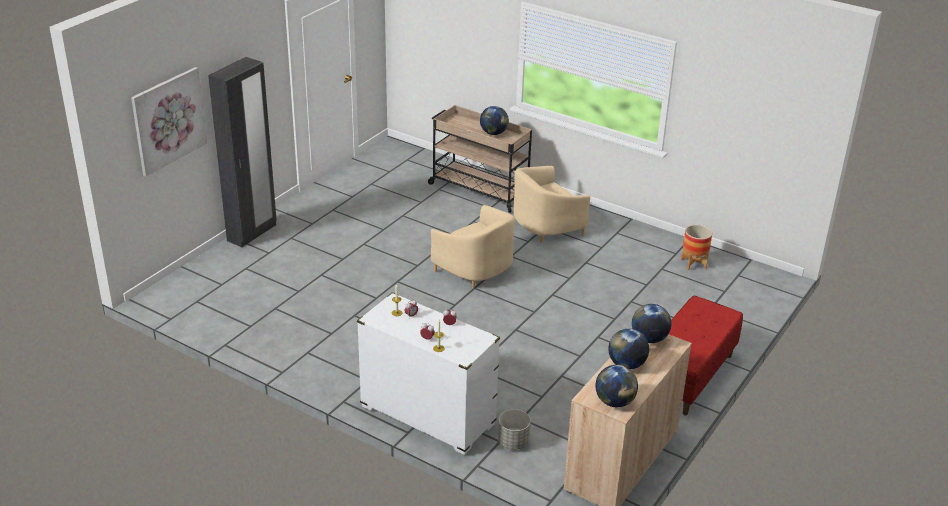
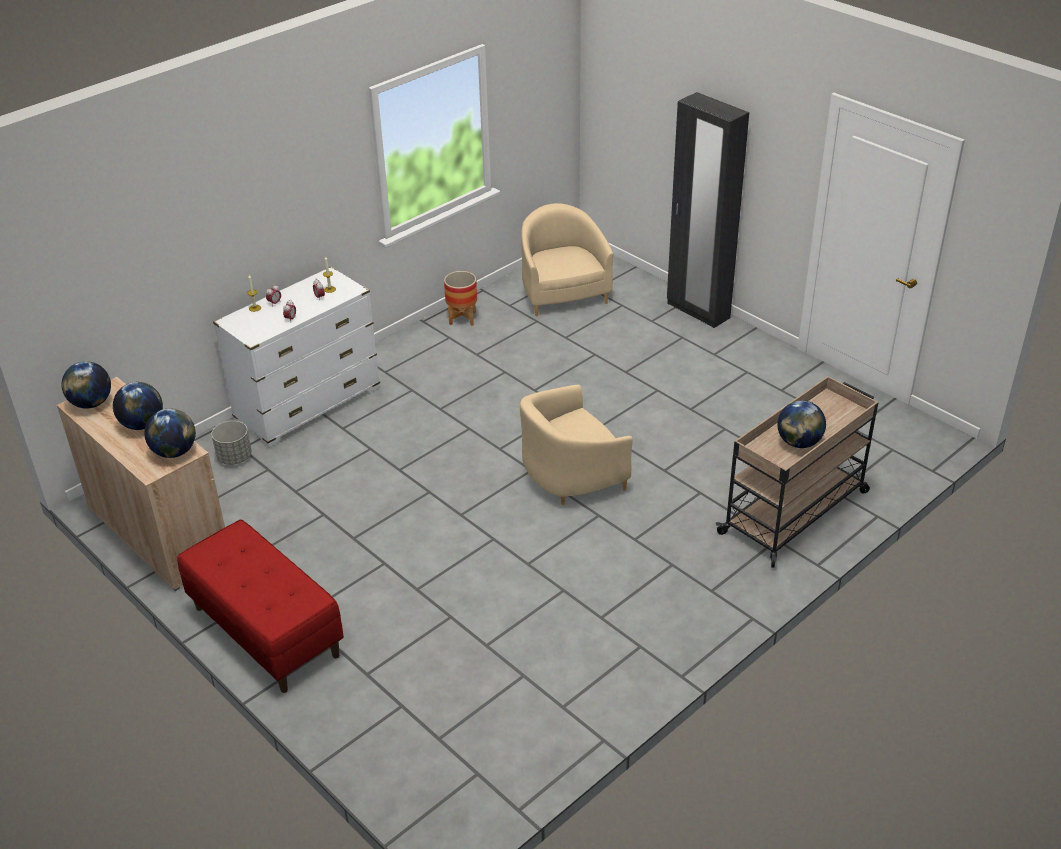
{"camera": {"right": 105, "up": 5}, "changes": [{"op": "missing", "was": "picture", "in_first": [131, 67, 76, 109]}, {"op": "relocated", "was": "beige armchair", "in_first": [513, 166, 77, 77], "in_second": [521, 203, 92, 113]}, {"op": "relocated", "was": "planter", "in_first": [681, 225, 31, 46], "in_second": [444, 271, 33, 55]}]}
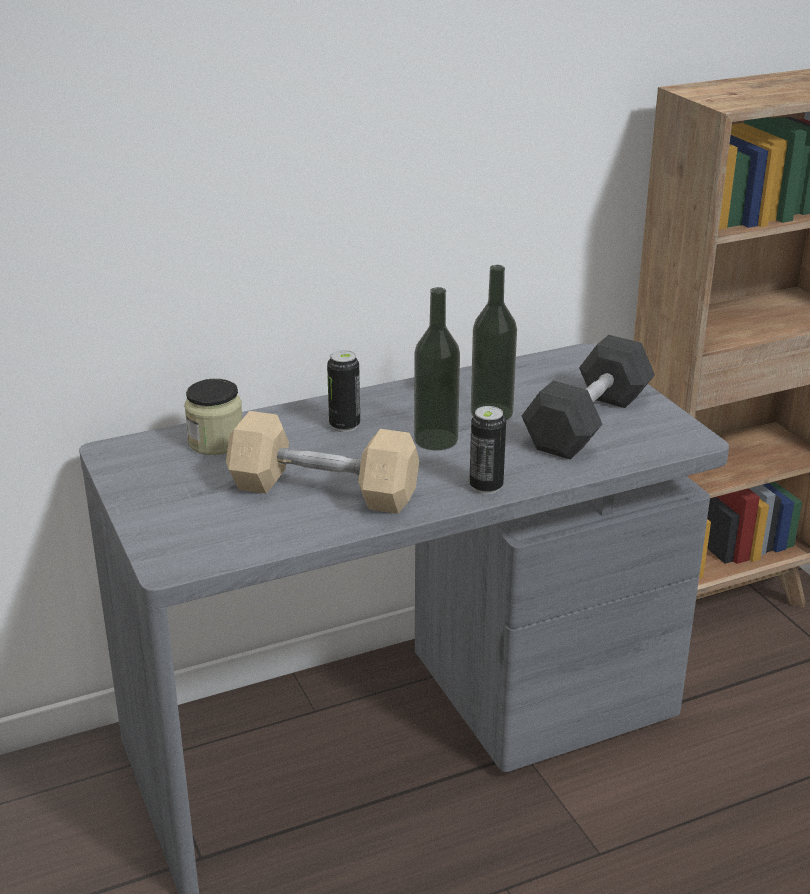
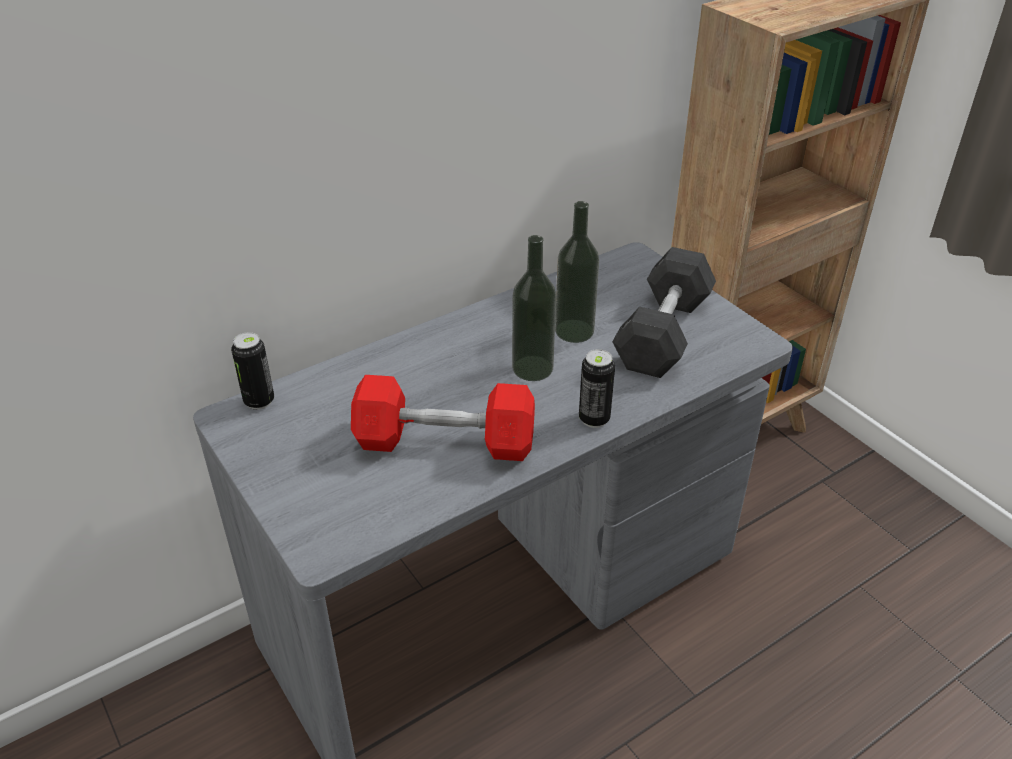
{"camera": {"right": -10, "up": 10}, "changes": [{"op": "missing", "was": "jar", "in_first": [184, 379, 58, 76]}, {"op": "relocated", "was": "can", "in_first": [327, 350, 33, 82], "in_second": [231, 332, 43, 78]}, {"op": "colour", "was": "beige dumbbell", "now": "red dumbbell", "in_first": [226, 411, 193, 103], "in_second": [351, 375, 184, 86]}]}
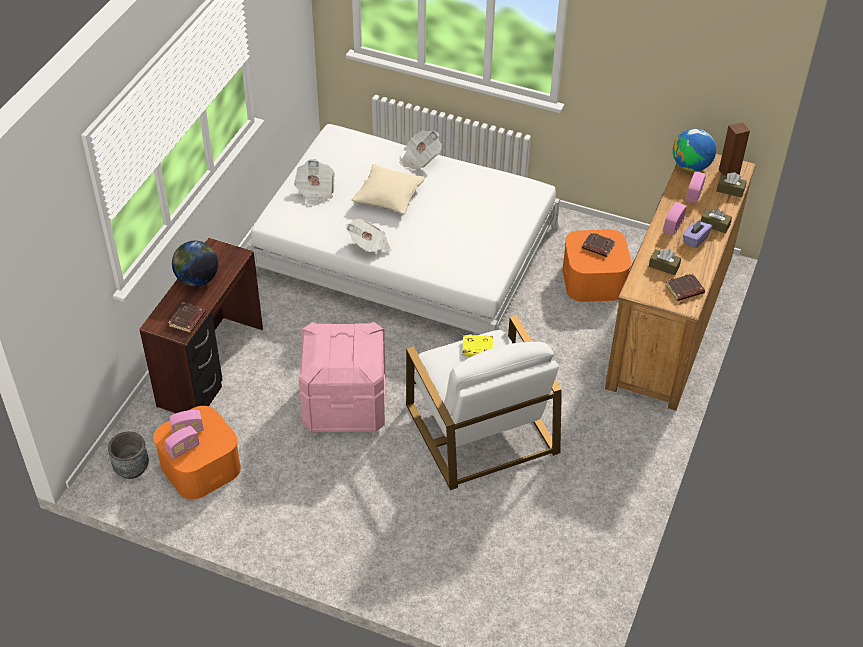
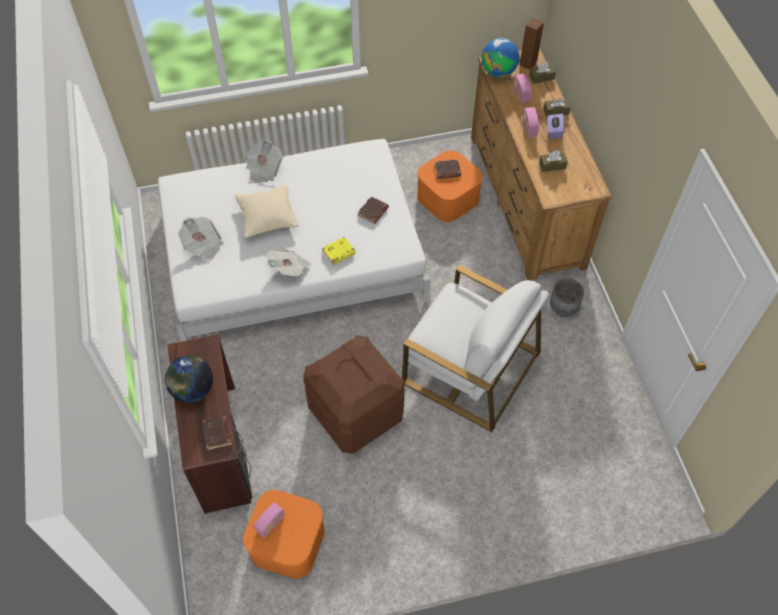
{"camera": {"right": -35, "up": 10}, "changes": [{"op": "missing", "was": "radio", "in_first": [165, 426, 34, 33]}, {"op": "relocated", "was": "grey planter", "in_first": [108, 432, 41, 47], "in_second": [550, 278, 34, 39]}, {"op": "relocated", "was": "yellow book", "in_first": [463, 335, 30, 21], "in_second": [322, 237, 34, 28]}, {"op": "relocated", "was": "brown book", "in_first": [665, 273, 40, 28], "in_second": [358, 196, 31, 28]}, {"op": "colour", "was": "pink storage box", "now": "brown storage box", "in_first": [298, 322, 87, 111], "in_second": [303, 335, 101, 119]}]}
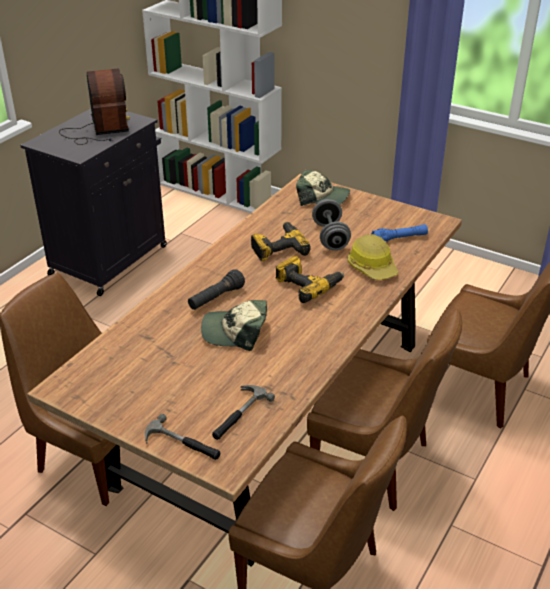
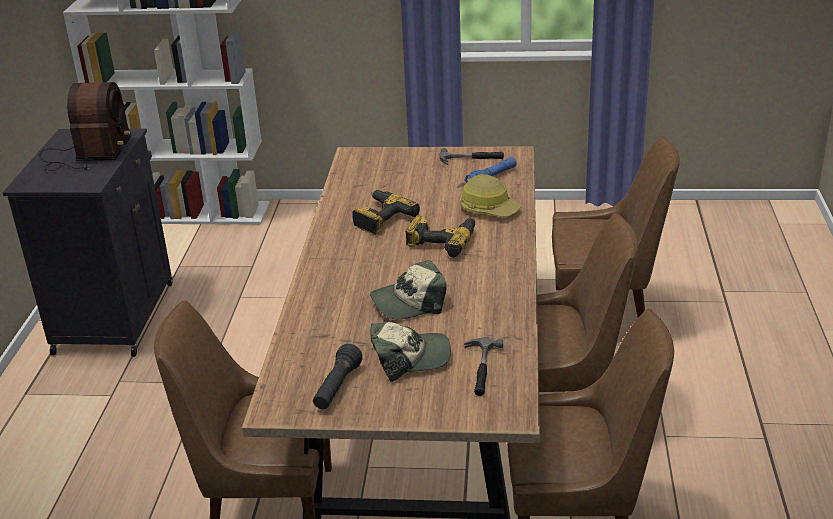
{"camera": {"right": -25, "up": -5}, "changes": [{"op": "missing", "was": "grey dumbbell", "in_first": [312, 199, 39, 52]}, {"op": "relocated", "was": "hammer", "in_first": [145, 414, 75, 46], "in_second": [440, 148, 64, 17]}, {"op": "relocated", "was": "black flashlight", "in_first": [188, 269, 57, 41], "in_second": [313, 344, 50, 65]}, {"op": "relocated", "was": "cap", "in_first": [296, 170, 54, 36], "in_second": [370, 322, 81, 60]}, {"op": "spun", "was": "radio", "in_first": [59, 68, 71, 77], "in_second": [39, 82, 93, 89], "clockwise": 45}]}
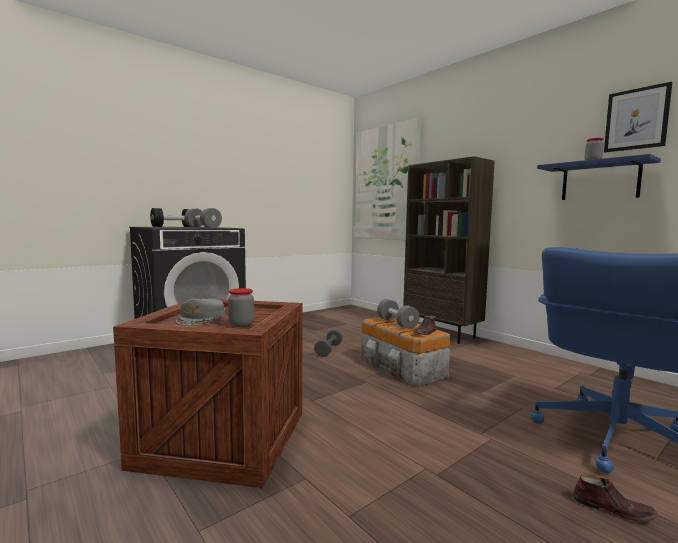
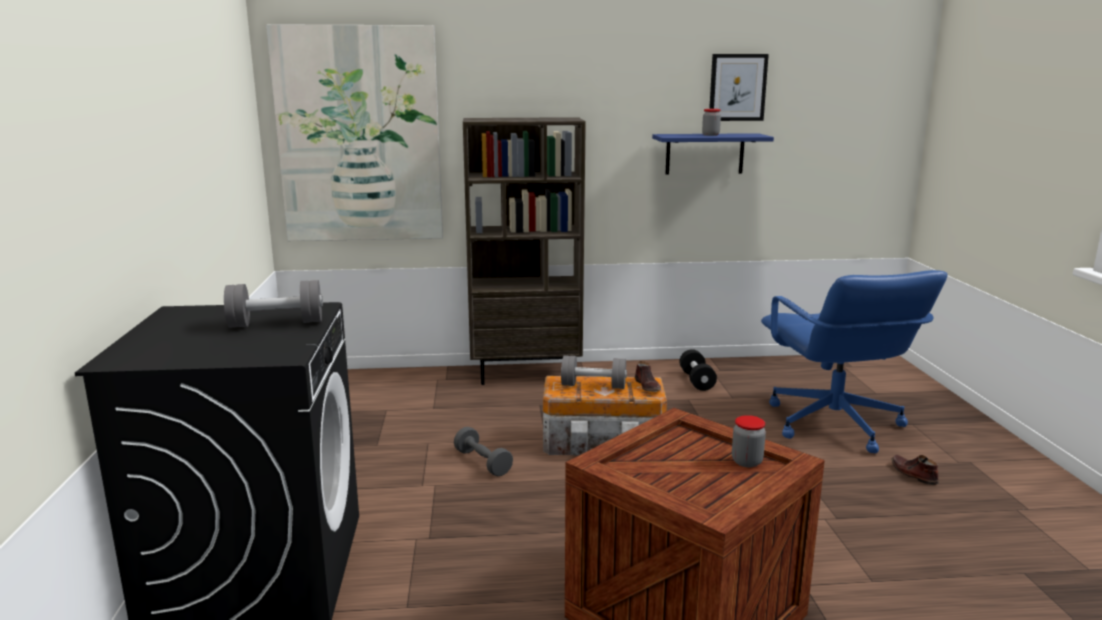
{"camera": {"right": -55, "up": 10}, "changes": [{"op": "missing", "was": "grey cap", "in_first": [176, 299, 49, 27]}, {"op": "relocated", "was": "black dumbbell", "in_first": [150, 208, 40, 19], "in_second": [679, 349, 38, 42]}, {"op": "spun", "was": "brown shoe", "in_first": [573, 474, 85, 47], "in_second": [892, 455, 46, 30], "clockwise": -90}]}
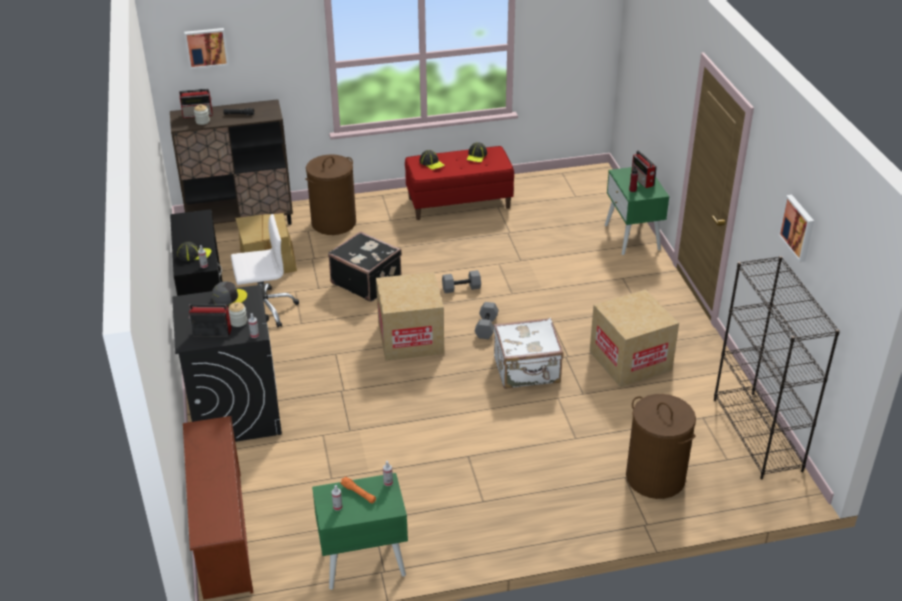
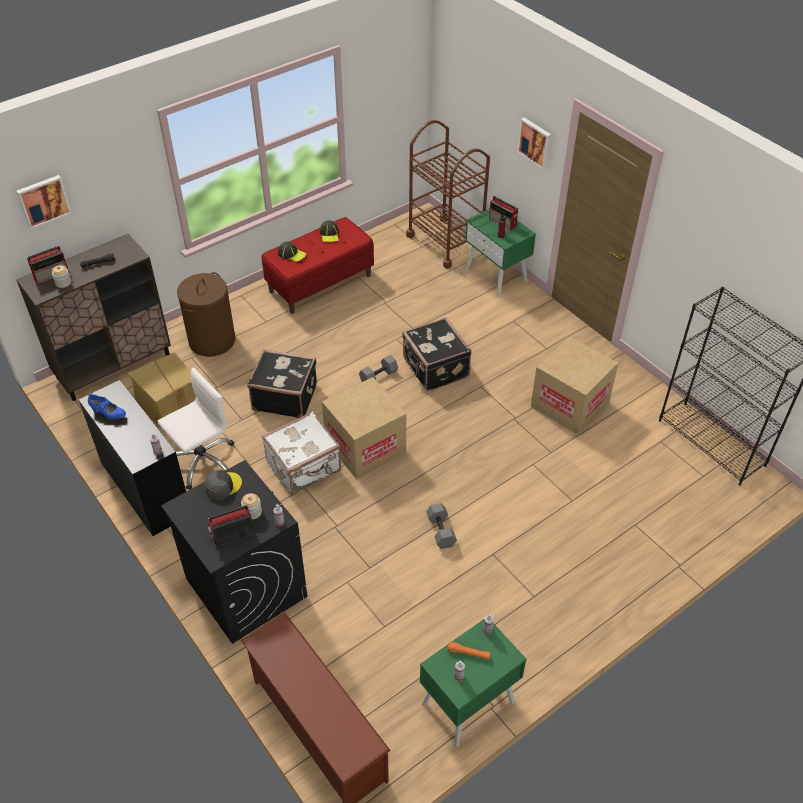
{"camera": {"right": -25, "up": 10}, "changes": [{"op": "missing", "was": "cap", "in_first": [177, 242, 34, 19]}, {"op": "missing", "was": "brown laundry basket", "in_first": [626, 394, 70, 105]}, {"op": "appeared", "now": "blue shoe", "in_second": [88, 394, 38, 25]}, {"op": "appeared", "now": "black suitcase", "in_second": [402, 317, 69, 74]}, {"op": "appeared", "now": "brown cart", "in_second": [406, 120, 84, 149]}, {"op": "relocated", "was": "grey dumbbell", "in_first": [475, 302, 24, 37], "in_second": [426, 503, 31, 46]}, {"op": "relocated", "was": "white suitcase", "in_first": [494, 318, 69, 71], "in_second": [262, 411, 79, 84]}, {"op": "relocated", "was": "picture", "in_first": [778, 195, 36, 67], "in_second": [517, 117, 34, 53]}]}
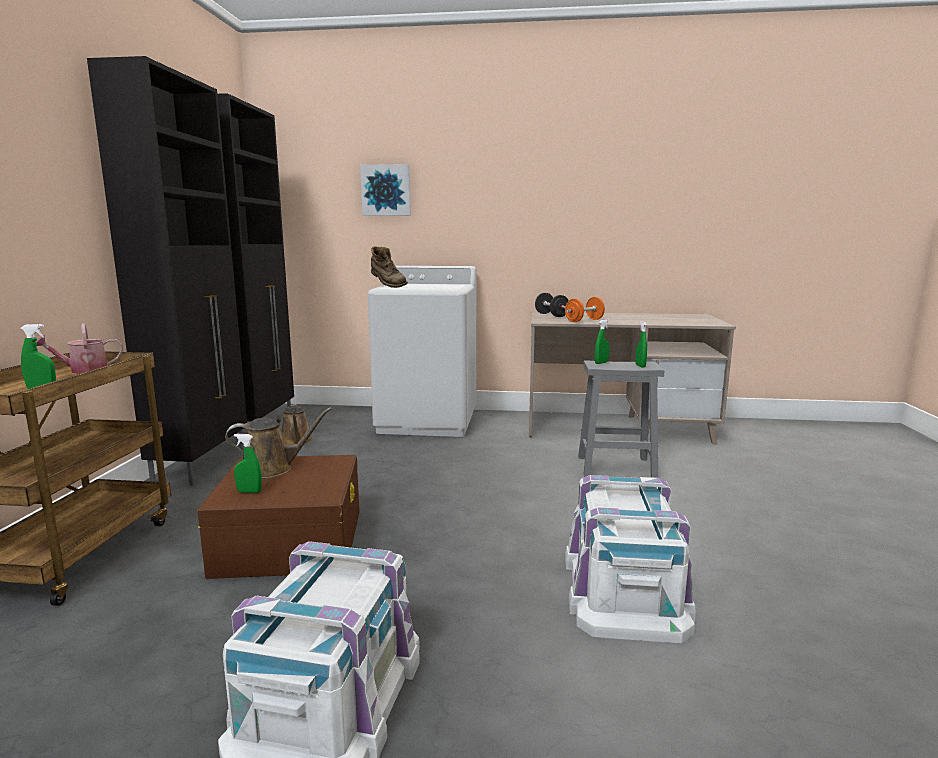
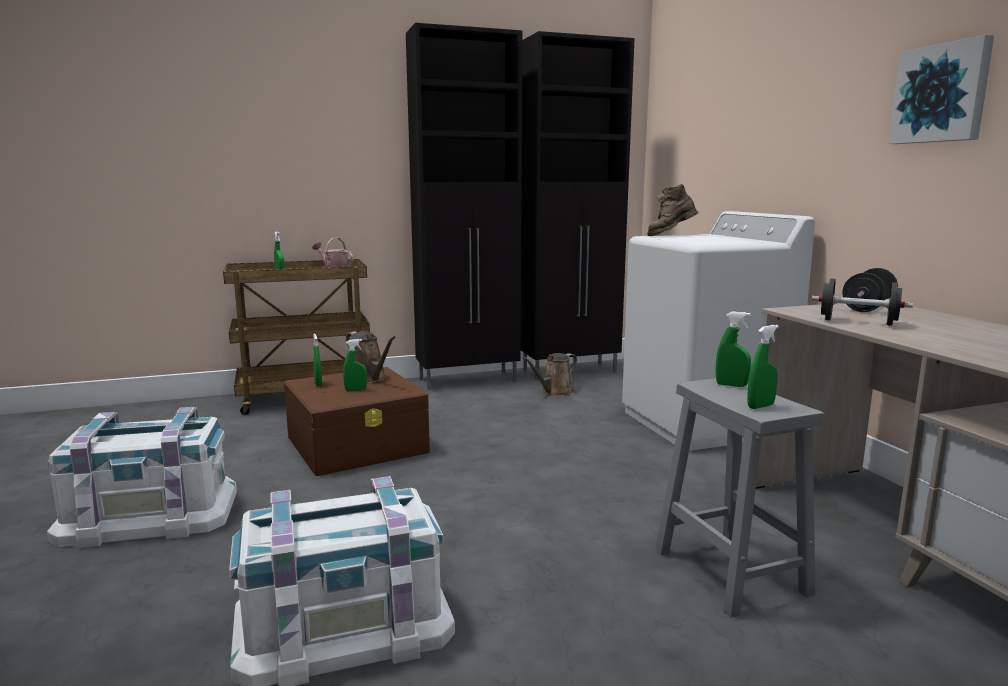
{"camera": {"right": 65, "up": 0}, "changes": [{"op": "appeared", "now": "green spray bottle", "in_second": [343, 339, 24, 52]}, {"op": "relocated", "was": "picture", "in_first": [360, 164, 51, 52], "in_second": [888, 35, 106, 109]}, {"op": "colour", "was": "orange dumbbell", "now": "black dumbbell", "in_first": [565, 297, 40, 25], "in_second": [812, 278, 101, 48]}, {"op": "spun", "was": "brown boot", "in_first": [371, 246, 37, 42], "in_second": [647, 184, 51, 52], "clockwise": 45}]}
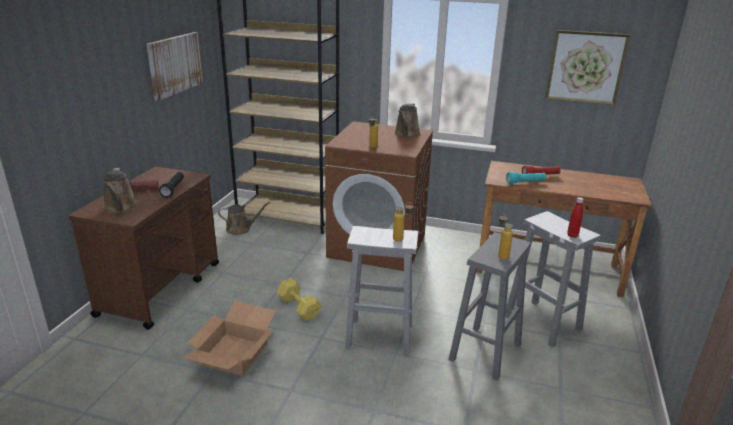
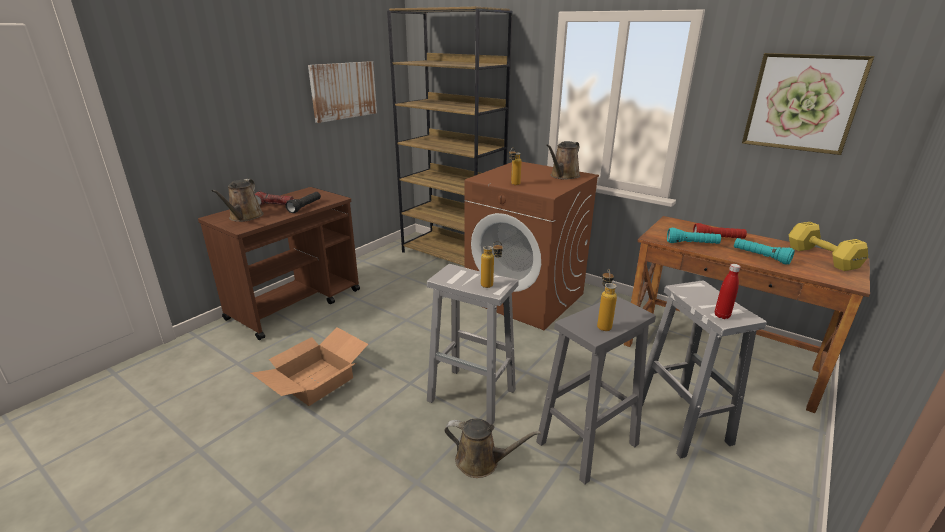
{"camera": {"right": 20, "up": 0}, "changes": [{"op": "appeared", "now": "turquoise flashlight", "in_second": [734, 238, 61, 27]}, {"op": "relocated", "was": "brown watering can", "in_first": [218, 202, 52, 33], "in_second": [444, 419, 97, 59]}, {"op": "relocated", "was": "yellow dumbbell", "in_first": [276, 278, 46, 43], "in_second": [789, 222, 79, 49]}]}
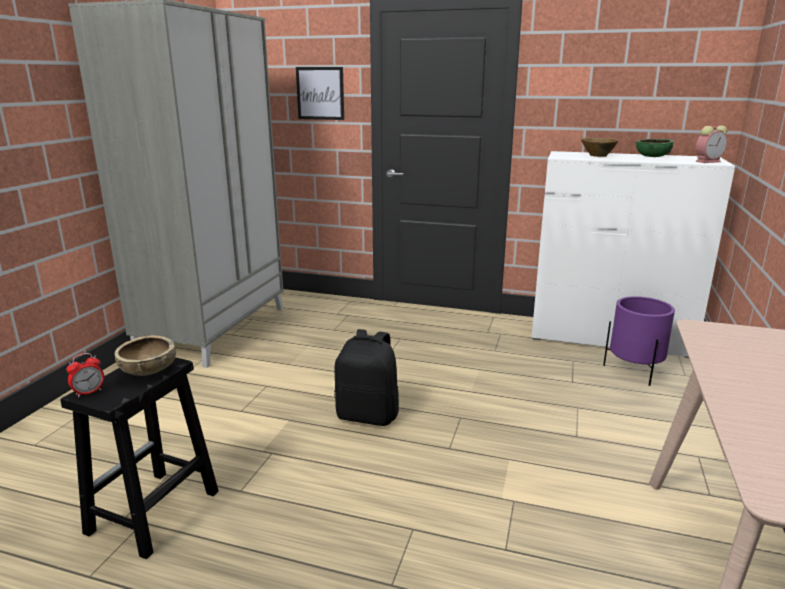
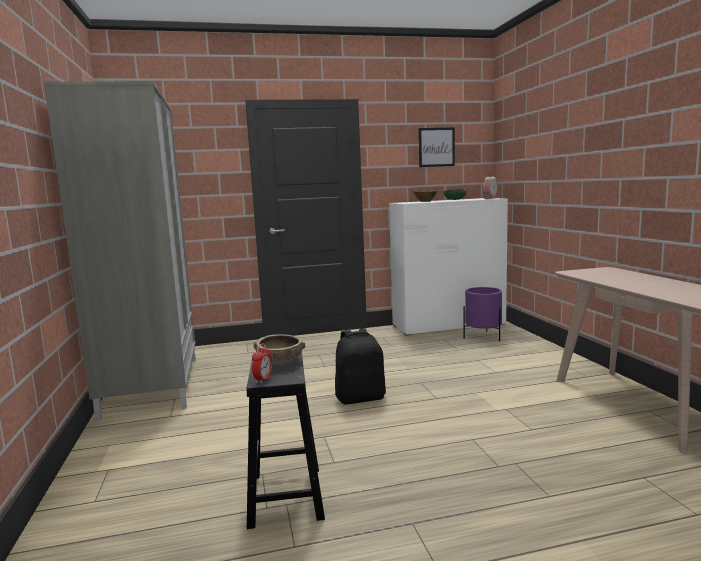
{"camera": {"right": -30, "up": -10}, "changes": [{"op": "relocated", "was": "picture", "in_first": [296, 67, 48, 53], "in_second": [419, 127, 36, 40]}]}
